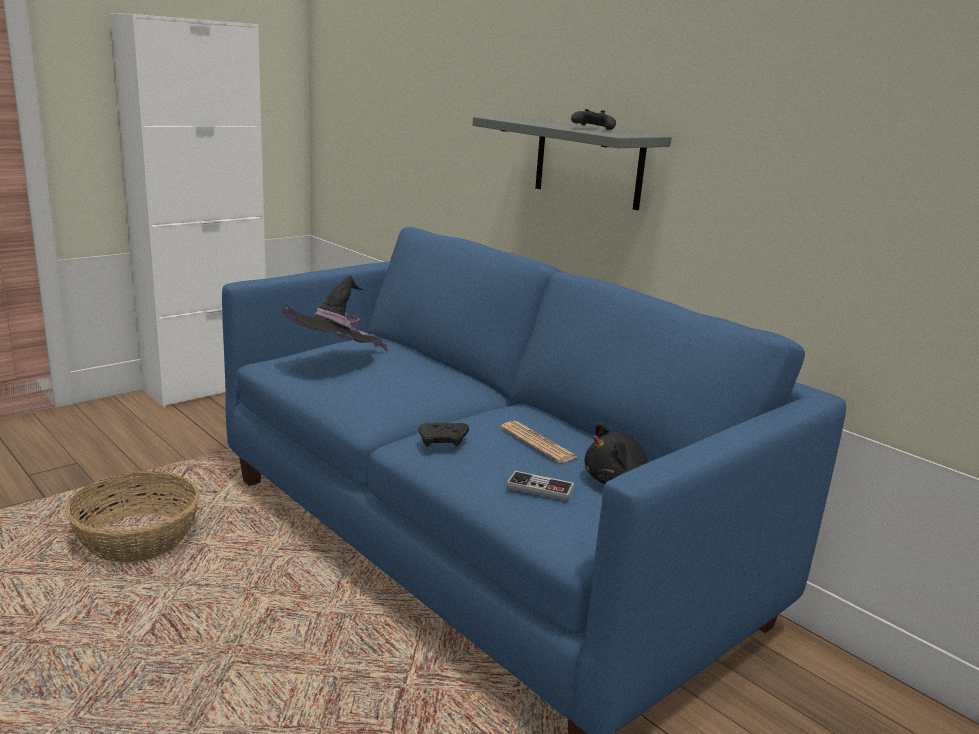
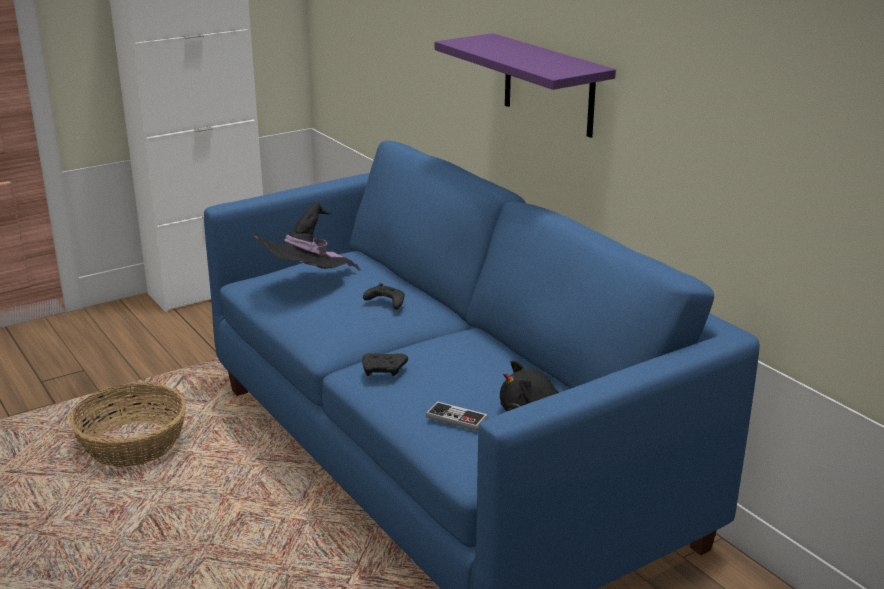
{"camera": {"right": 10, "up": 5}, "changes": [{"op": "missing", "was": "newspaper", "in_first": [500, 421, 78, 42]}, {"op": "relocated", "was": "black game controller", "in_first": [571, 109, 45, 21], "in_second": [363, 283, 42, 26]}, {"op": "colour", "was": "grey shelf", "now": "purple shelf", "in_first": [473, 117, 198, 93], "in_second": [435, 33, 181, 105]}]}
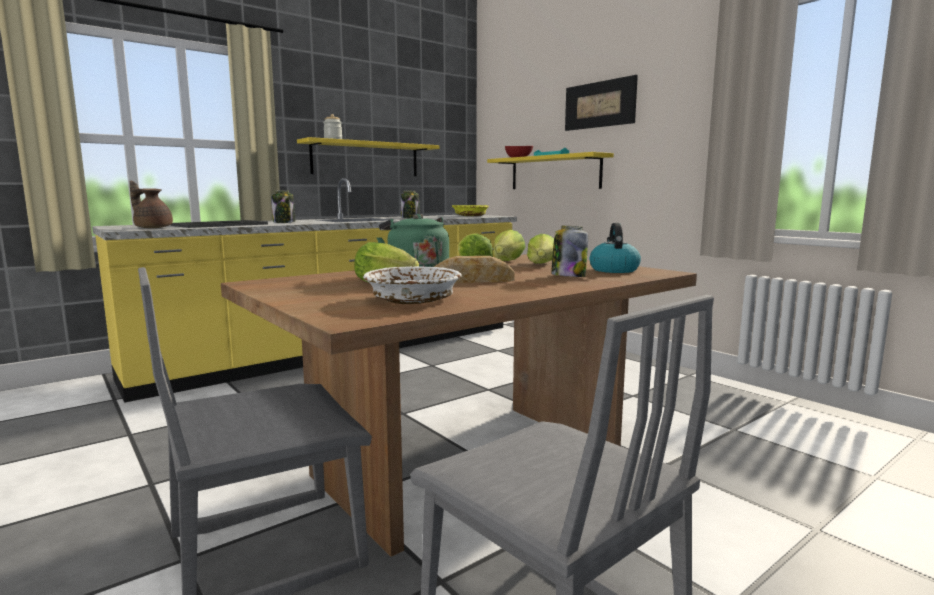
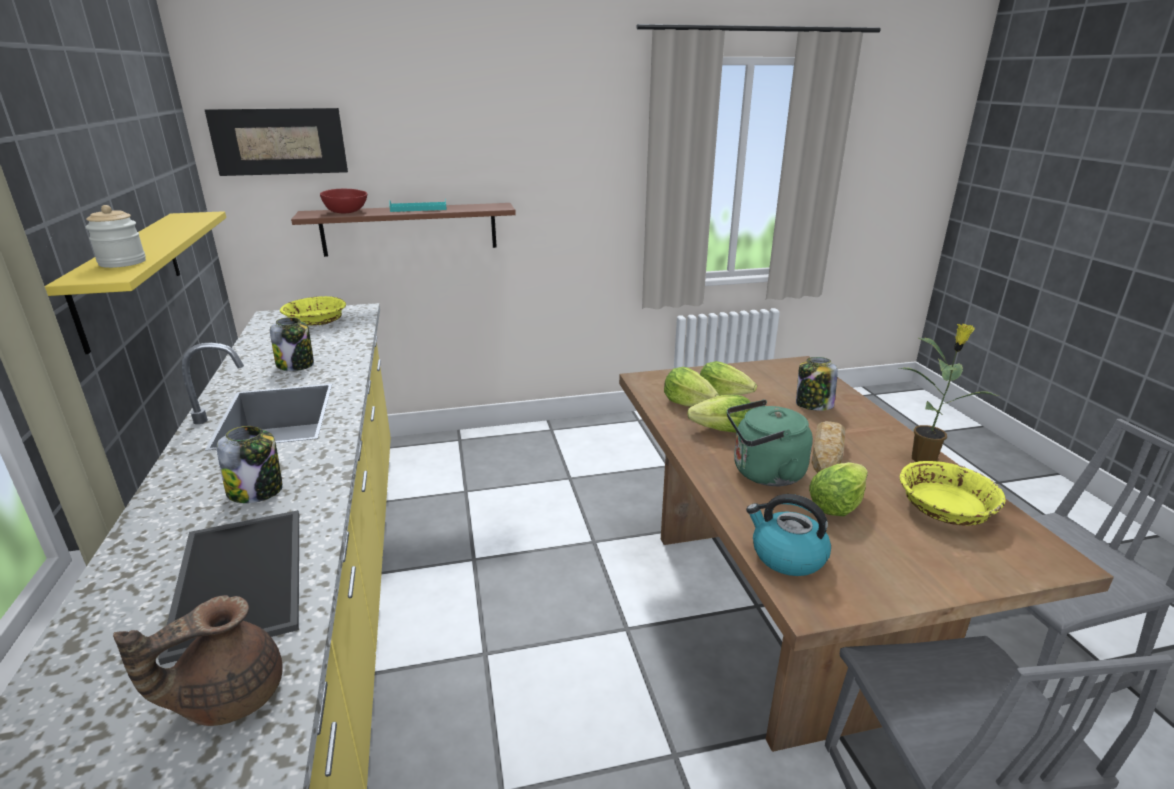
{"camera": {"right": -65, "up": 15}, "changes": [{"op": "appeared", "now": "potted plant", "in_second": [899, 324, 100, 138]}, {"op": "relocated", "was": "picture", "in_first": [565, 75, 73, 56], "in_second": [205, 108, 143, 68]}, {"op": "relocated", "was": "kettle", "in_first": [590, 223, 51, 50], "in_second": [746, 494, 85, 82]}, {"op": "colour", "was": "white bowl", "now": "yellow bowl", "in_first": [363, 266, 99, 38], "in_second": [900, 461, 106, 65]}, {"op": "colour", "was": "yellow shelf", "now": "brown shelf", "in_first": [487, 152, 127, 37], "in_second": [291, 203, 225, 54]}]}
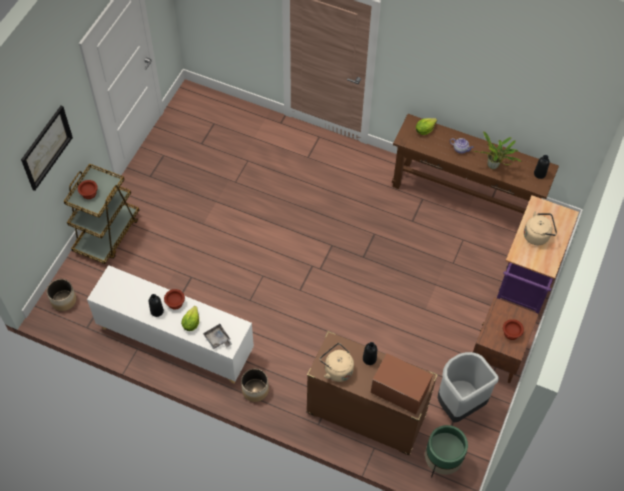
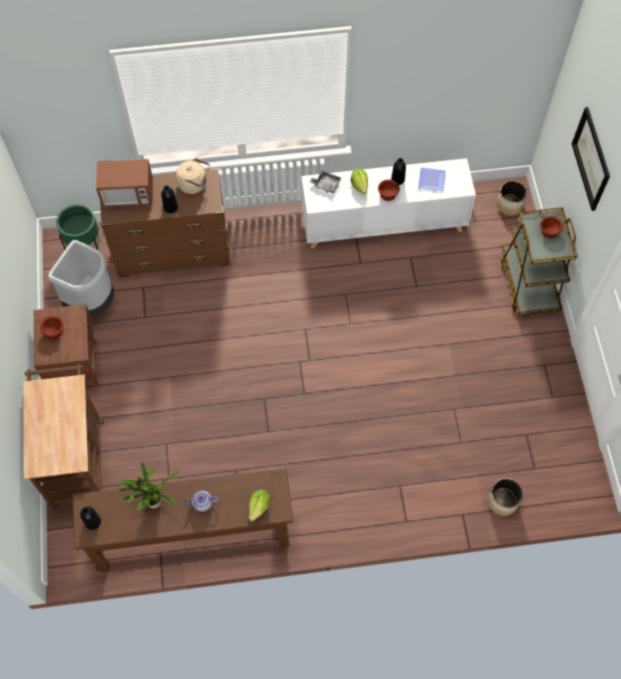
{"camera": {"right": 150, "up": 5}, "changes": [{"op": "missing", "was": "beige kettle", "in_first": [524, 211, 33, 34]}, {"op": "appeared", "now": "plate", "in_second": [418, 168, 28, 23]}, {"op": "relocated", "was": "planter", "in_first": [241, 368, 28, 34], "in_second": [488, 478, 35, 38]}, {"op": "colour", "was": "purple cart", "now": "brown cart", "in_first": [497, 195, 82, 119], "in_second": [23, 364, 81, 145]}]}
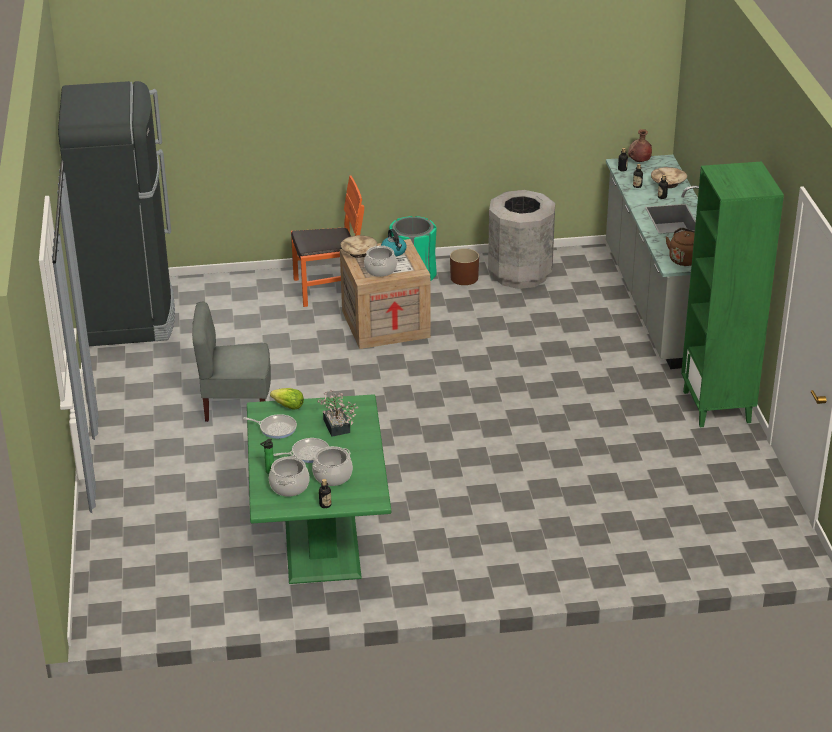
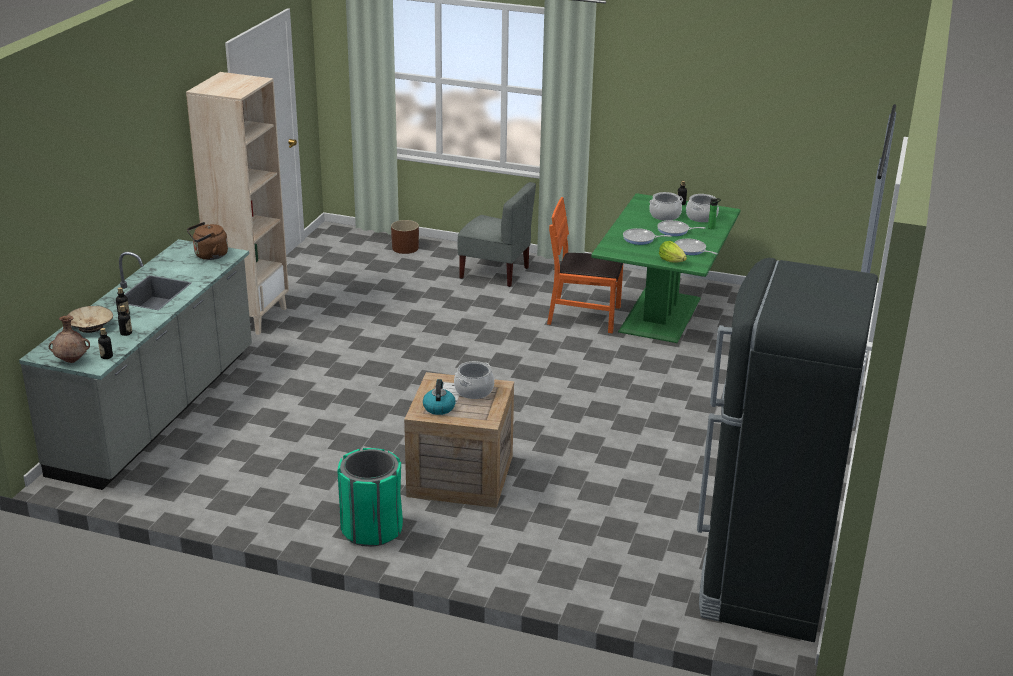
{"camera": {"right": -155, "up": -5}, "changes": [{"op": "missing", "was": "beige bowl", "in_first": [341, 235, 36, 23]}, {"op": "missing", "was": "grey trash can", "in_first": [488, 190, 67, 99]}, {"op": "relocated", "was": "grey chair", "in_first": [192, 302, 79, 120], "in_second": [457, 182, 79, 105]}, {"op": "relocated", "was": "orange chair", "in_first": [291, 175, 73, 132], "in_second": [547, 197, 76, 136]}, {"op": "relocated", "was": "brown planter", "in_first": [450, 248, 29, 37], "in_second": [391, 220, 28, 34]}, {"op": "exchanged", "was": "potted plant", "now": "frying pan", "in_first": [318, 390, 40, 47], "in_second": [623, 228, 48, 17]}, {"op": "colour", "was": "green bookcase", "now": "beige bookcase", "in_first": [681, 161, 103, 266], "in_second": [186, 72, 103, 263]}]}
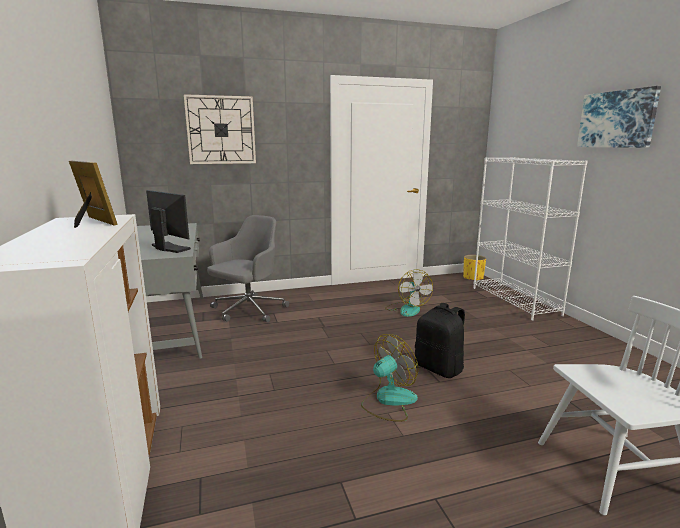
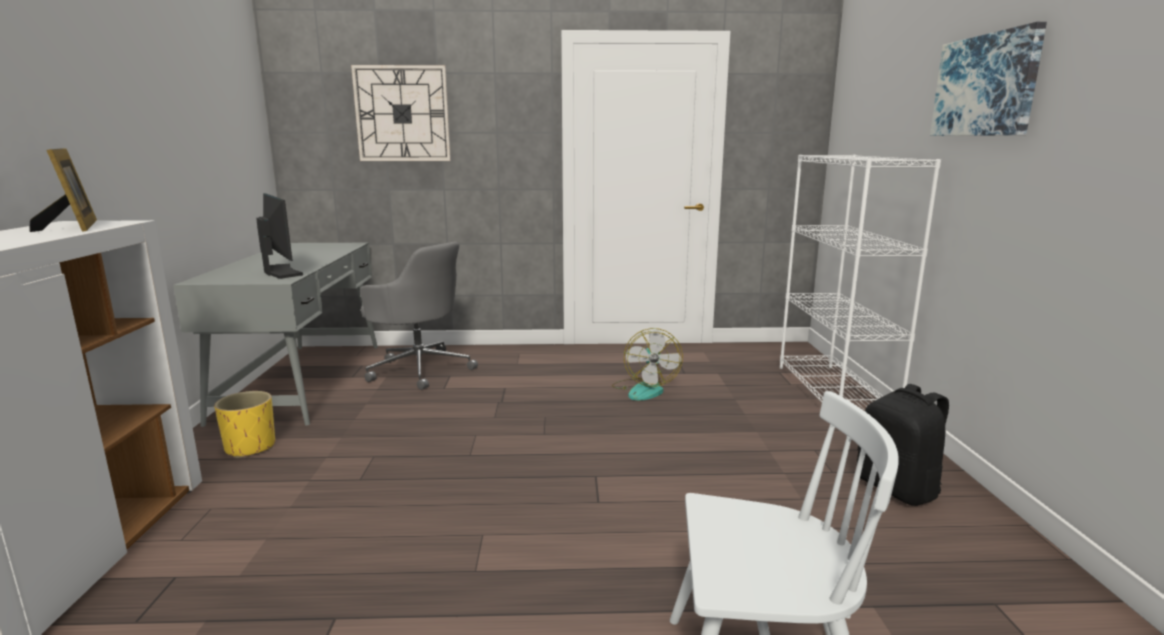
{"camera": {"right": 15, "up": 0}, "changes": [{"op": "missing", "was": "fan", "in_first": [361, 334, 58, 88]}, {"op": "relocated", "was": "black backpack", "in_first": [415, 303, 50, 75], "in_second": [857, 384, 92, 122]}, {"op": "relocated", "was": "yellow planter", "in_first": [463, 255, 23, 26], "in_second": [214, 391, 61, 67]}, {"op": "spun", "was": "grey office chair", "in_first": [207, 215, 82, 107], "in_second": [360, 242, 118, 148], "clockwise": 75}]}
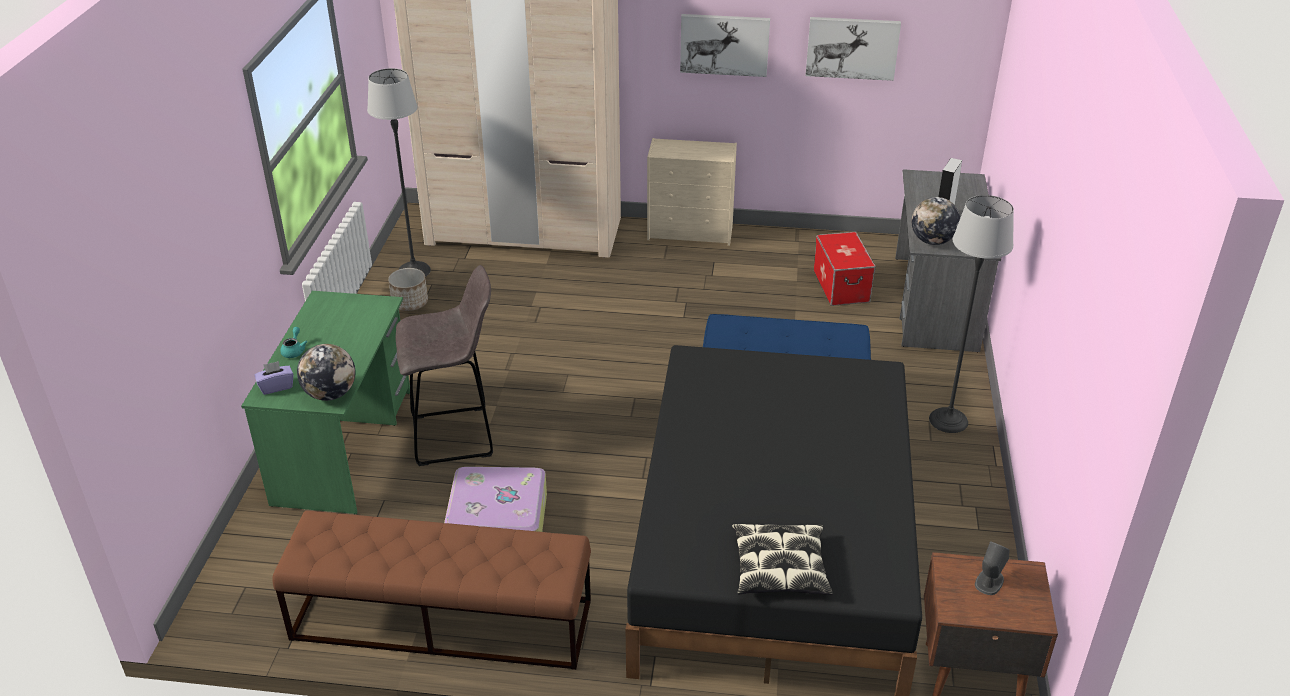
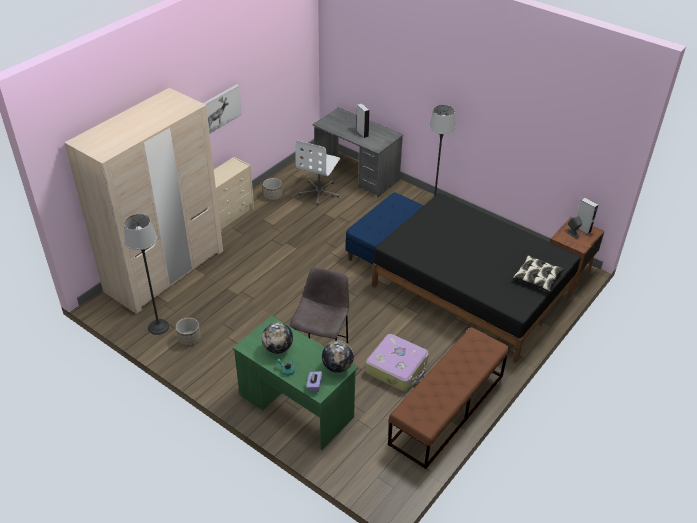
{"camera": {"right": -60, "up": 5}, "changes": [{"op": "missing", "was": "picture", "in_first": [806, 17, 95, 64]}, {"op": "appeared", "now": "planter", "in_second": [263, 178, 19, 23]}, {"op": "appeared", "now": "grey speaker", "in_second": [577, 198, 21, 37]}, {"op": "relocated", "was": "globe", "in_first": [912, 197, 48, 48], "in_second": [262, 322, 31, 32]}, {"op": "exchanged", "was": "storage box", "now": "white office chair", "in_first": [814, 232, 62, 74], "in_second": [296, 141, 45, 64]}]}
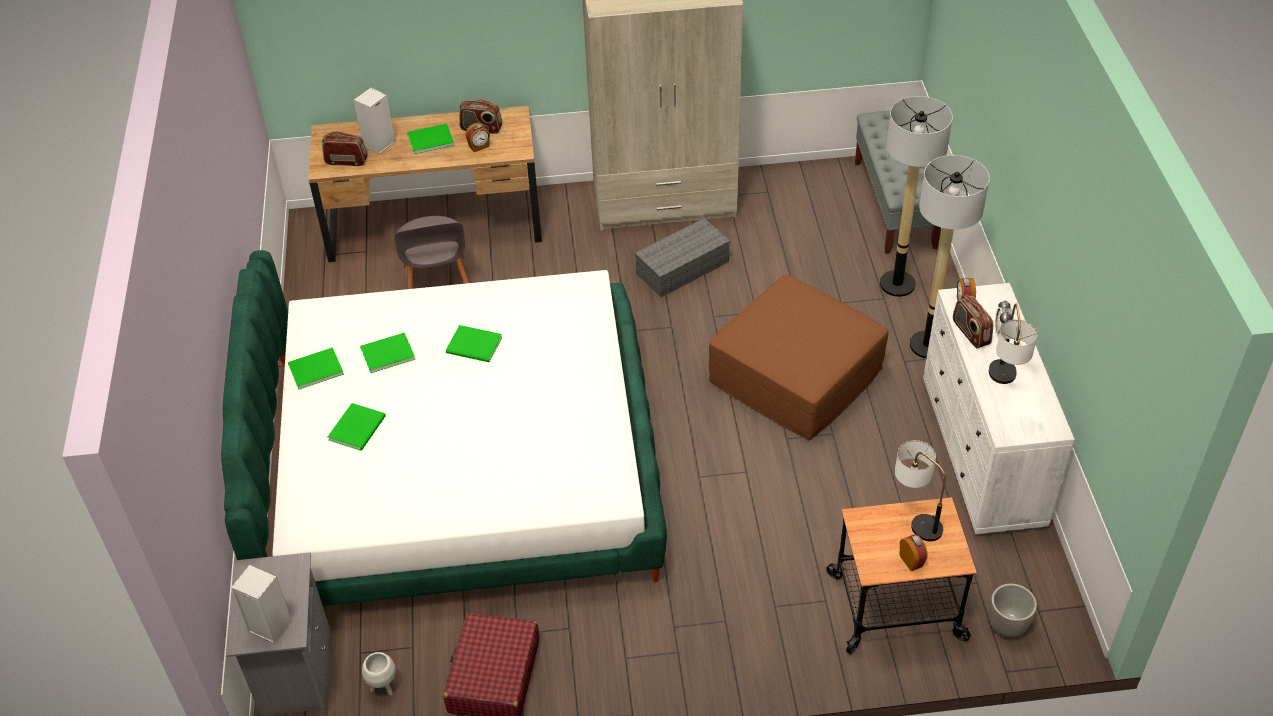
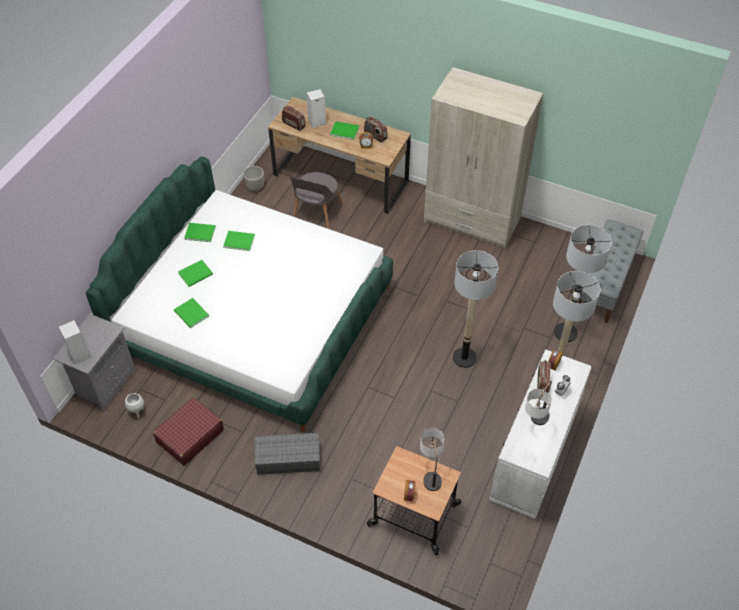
{"camera": {"right": 30, "up": 5}, "changes": [{"op": "relocated", "was": "green book", "in_first": [446, 325, 56, 38], "in_second": [174, 298, 35, 30]}, {"op": "relocated", "was": "grey storage box", "in_first": [635, 218, 95, 79], "in_second": [255, 433, 65, 42]}, {"op": "relocated", "was": "planter", "in_first": [989, 584, 48, 53], "in_second": [243, 166, 21, 25]}, {"op": "exchanged", "was": "brown ottoman", "now": "floor lamp", "in_first": [709, 275, 179, 165], "in_second": [453, 250, 45, 118]}]}
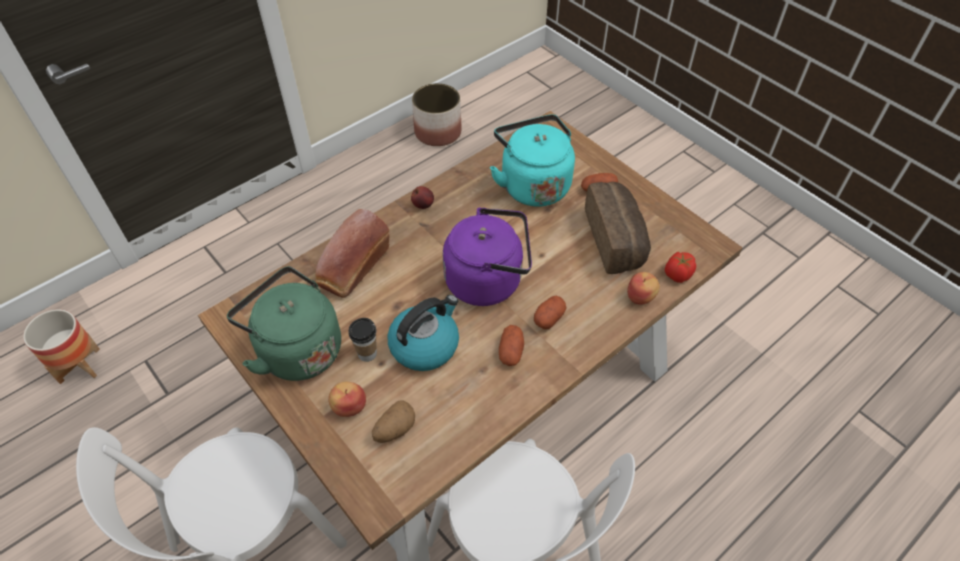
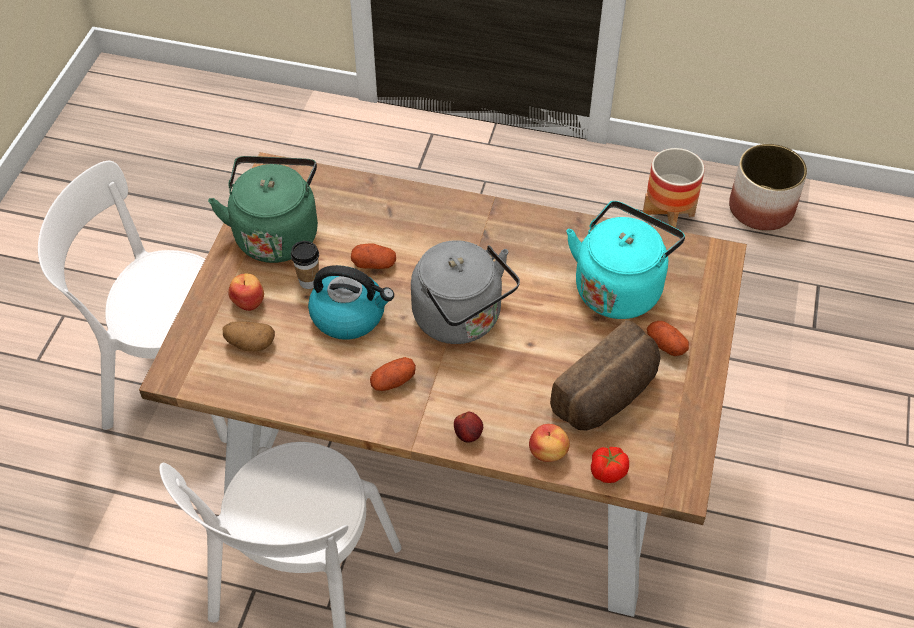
{"camera": {"right": 55, "up": 0}, "changes": [{"op": "missing", "was": "bread", "in_first": [315, 209, 75, 89]}, {"op": "relocated", "was": "planter", "in_first": [23, 309, 77, 75], "in_second": [643, 148, 62, 80]}, {"op": "relocated", "was": "apple", "in_first": [411, 186, 23, 23], "in_second": [454, 412, 29, 31]}, {"op": "relocated", "was": "potato", "in_first": [534, 296, 32, 33], "in_second": [351, 243, 45, 26]}, {"op": "colour", "was": "purple kettle", "now": "grey kettle", "in_first": [443, 208, 89, 98], "in_second": [411, 240, 109, 104]}]}
